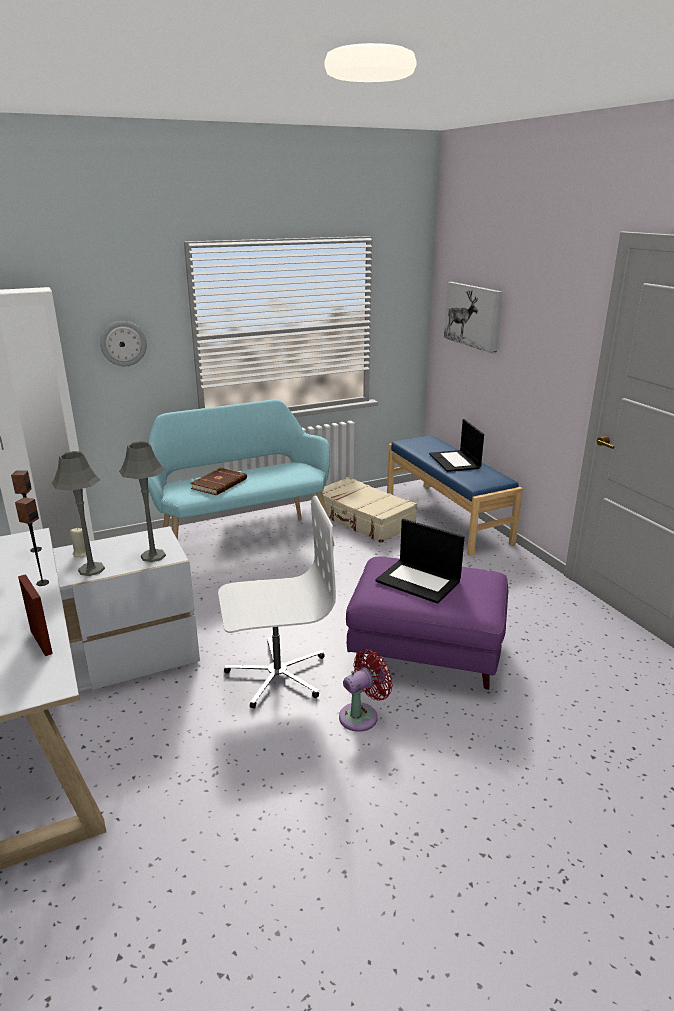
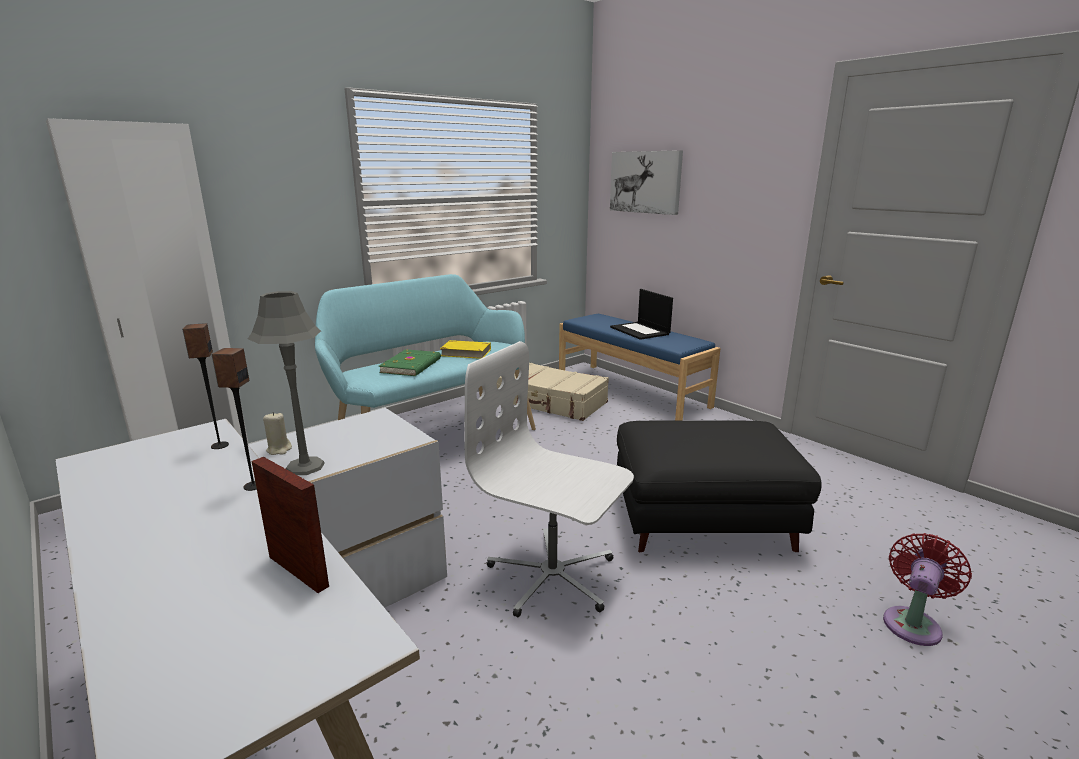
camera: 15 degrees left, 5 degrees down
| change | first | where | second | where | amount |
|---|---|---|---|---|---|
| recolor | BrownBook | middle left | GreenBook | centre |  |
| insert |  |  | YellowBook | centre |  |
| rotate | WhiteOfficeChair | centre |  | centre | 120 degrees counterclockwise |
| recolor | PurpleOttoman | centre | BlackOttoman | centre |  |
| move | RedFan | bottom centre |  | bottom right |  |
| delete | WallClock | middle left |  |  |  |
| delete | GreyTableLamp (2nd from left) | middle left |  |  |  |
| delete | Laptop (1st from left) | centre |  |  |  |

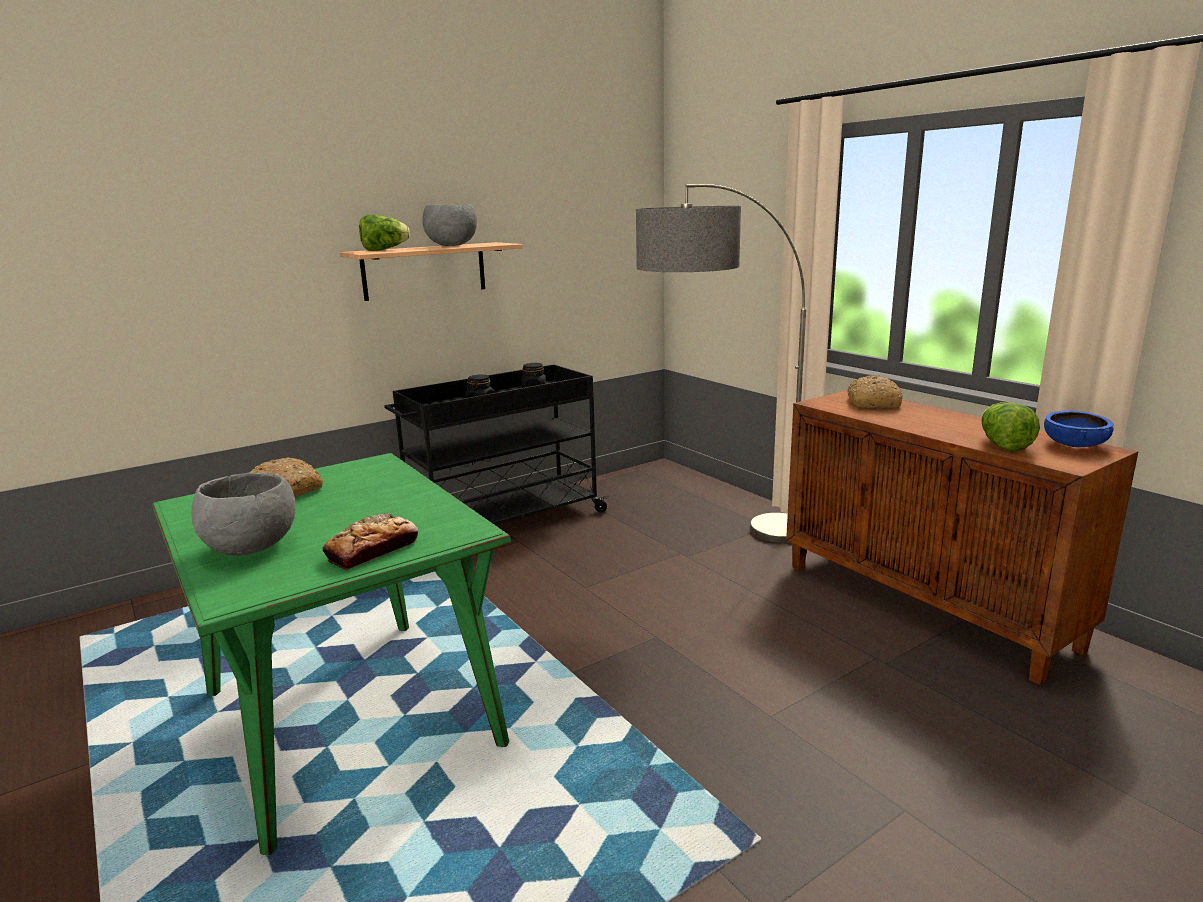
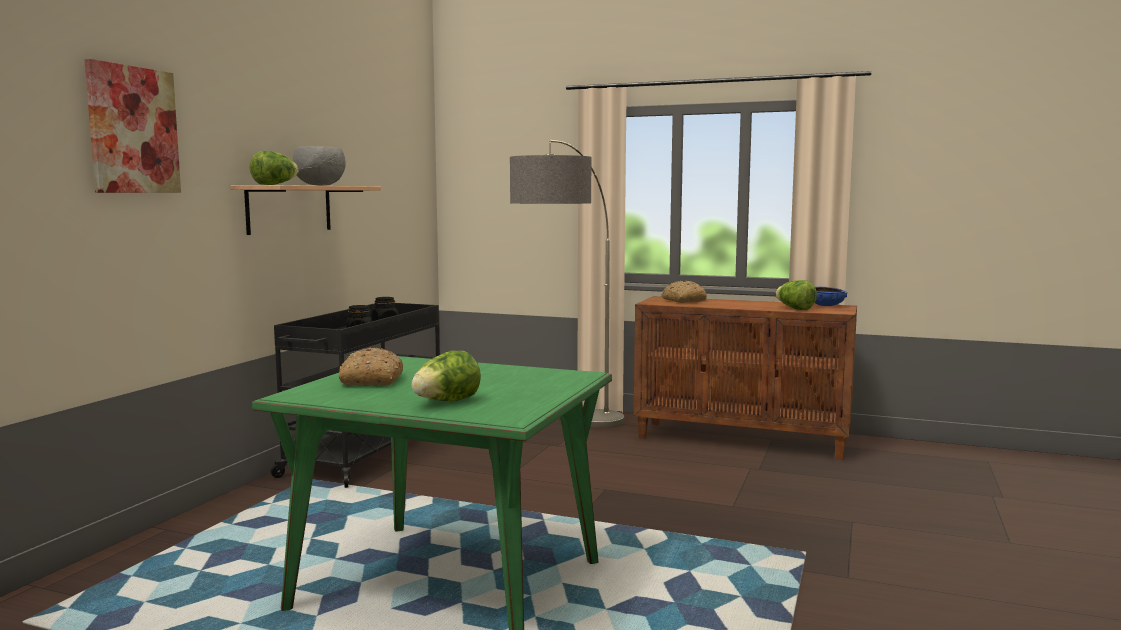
camera: 35 degrees left, 10 degrees down
| change | first | where | second | where | amount |
|---|---|---|---|---|---|
| insert |  |  | Picture | top left |  |
| replace | GreyBowl (1st from left) | middle left | Lettuce (2nd from left) | centre |  |
| delete | Bread (2nd from left) | middle left |  |  |  |

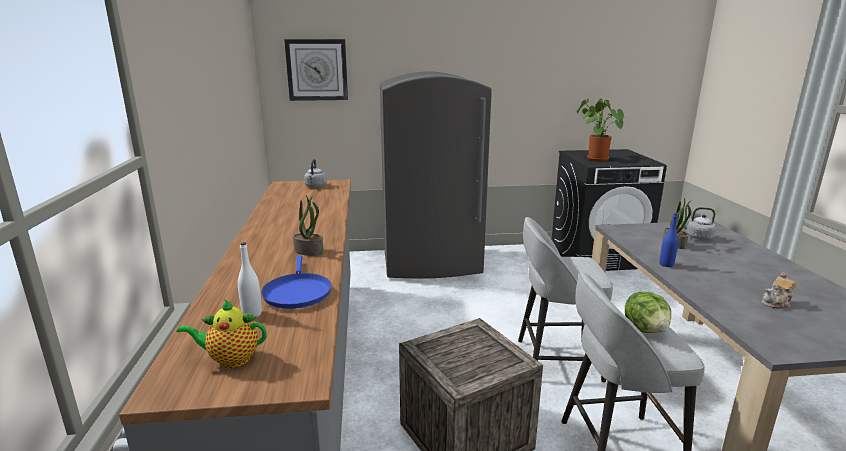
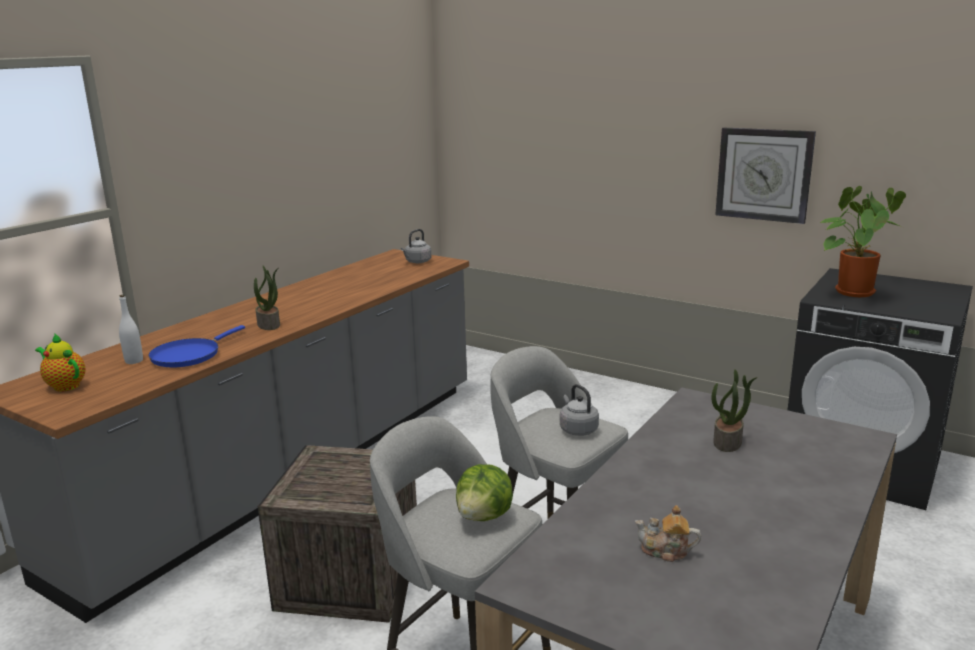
camera: 40 degrees right, 0 degrees up
| change | first | where | second | where | amount |
|---|---|---|---|---|---|
| move | GreyKettle (2nd from left) | middle right |  | centre |  |
| move | WallClock | top centre |  | top right |  |
| delete | GreyFridge | centre |  |  |  |
| delete | BlueBottle | middle right |  |  |  |

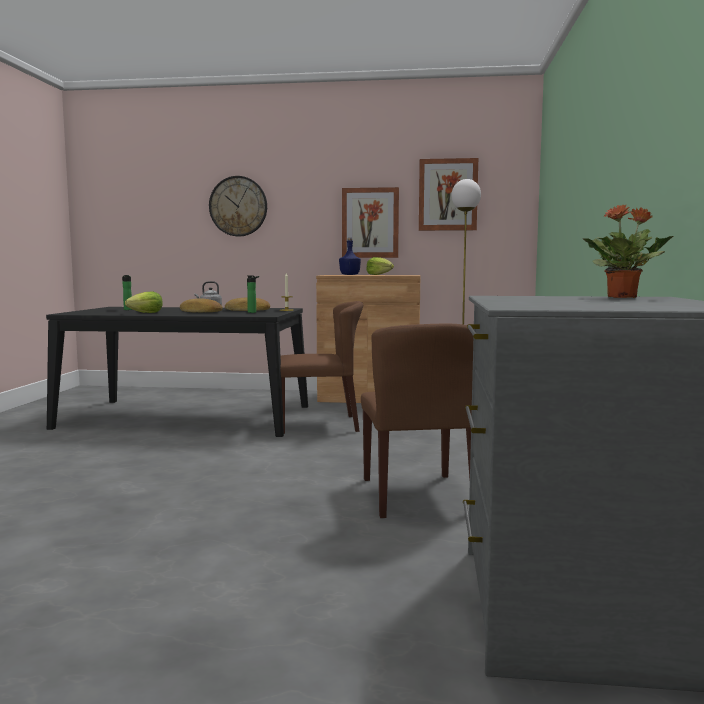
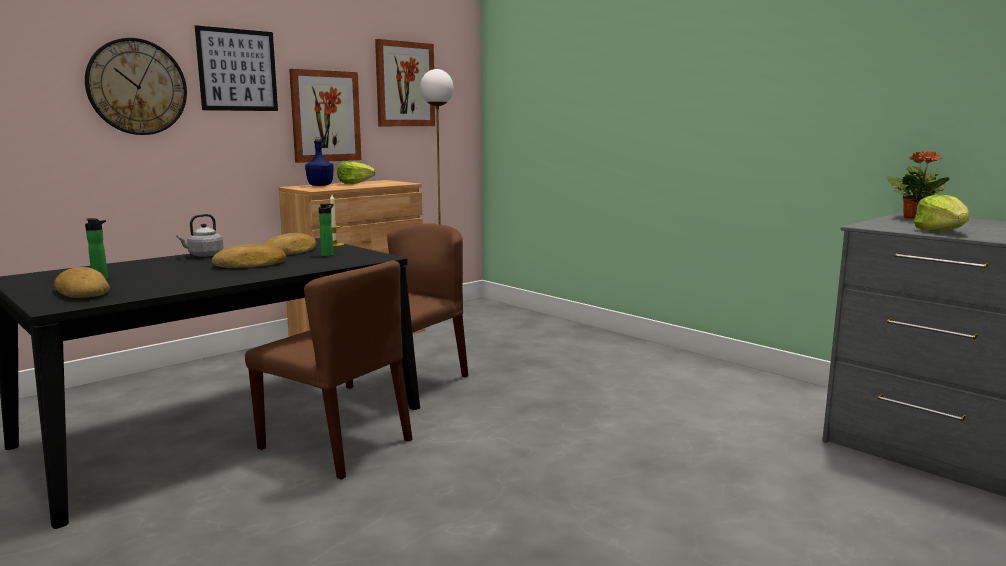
camera: 50 degrees left, 5 degrees up
| change | first | where | second | where | amount |
|---|---|---|---|---|---|
| insert |  |  | Bread (1st from left) | middle left |  |
| insert |  |  | Picture (1st from left) | top left |  |
| move | BrownChair (2nd from left in the first image) | centre | BrownChair (1st from left) | middle left |  |
| move | Lettuce (1st from left in the first image) | middle left | Lettuce (2nd from left) | middle right |  |

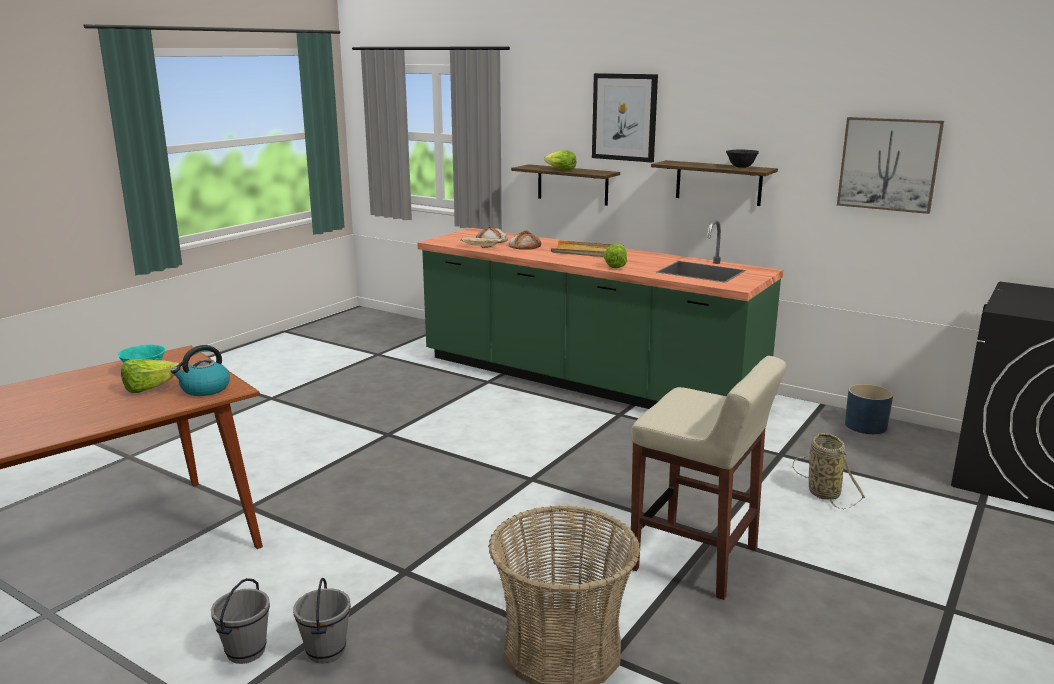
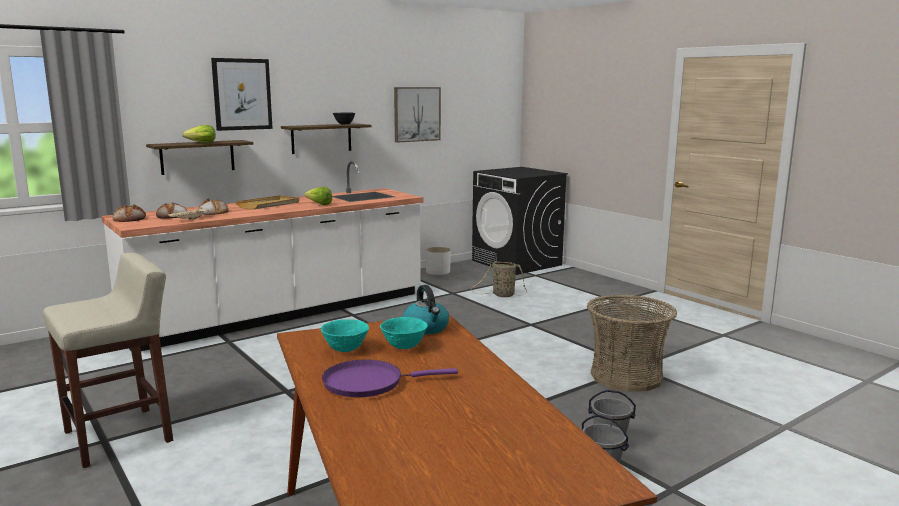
camera: 70 degrees left, 5 degrees down
| change | first | where | second | where | amount |
|---|---|---|---|---|---|
| move | BeigeStool | bottom right |  | bottom left |  |
| recolor | GreenCounter | centre | WhiteCounter | middle left |  |
| insert |  |  | Bread (1st from left) | middle left |  |
| insert |  |  | PurpleFryingPan | bottom centre |  |
| replace | Lettuce (1st from left) | middle left | TurquoiseBowl (2nd from left) | centre |  |
| recolor | BluePlanter | middle right | WhitePlanter | centre |  |

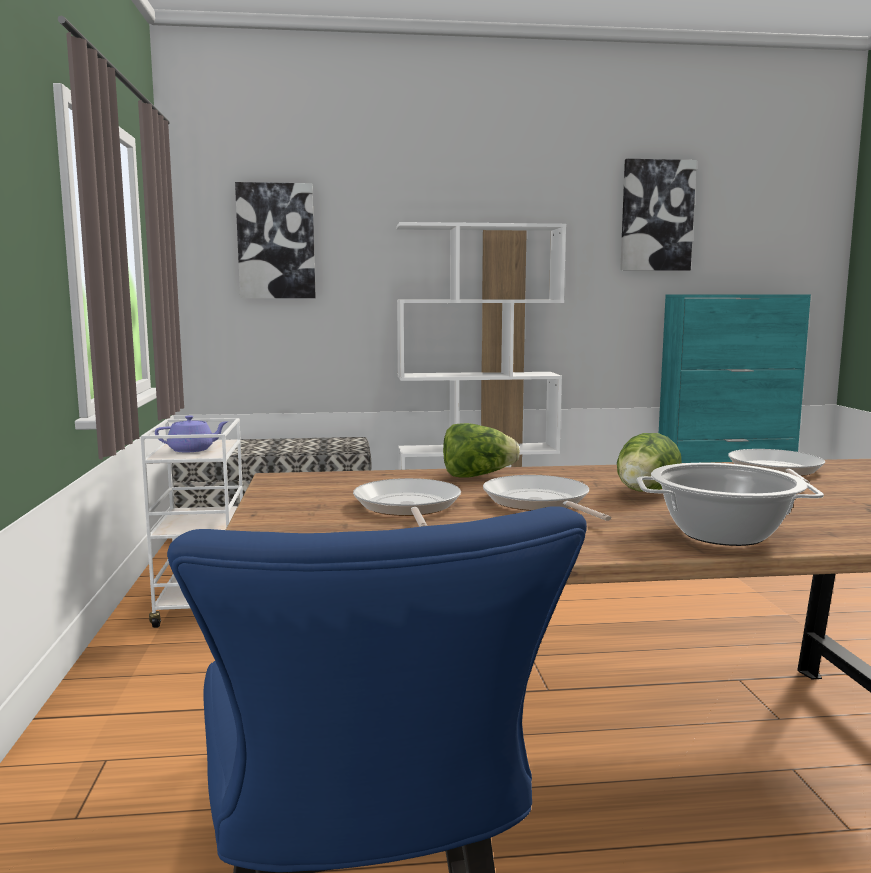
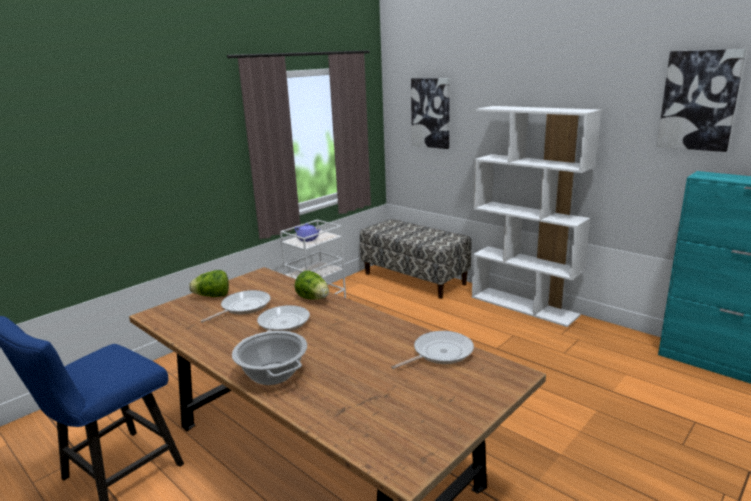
camera: 50 degrees right, 10 degrees up
| change | first | where | second | where | amount |
|---|---|---|---|---|---|
| move | Lettuce (2nd from left in the first image) | middle right | Lettuce (1st from left) | middle left |  |

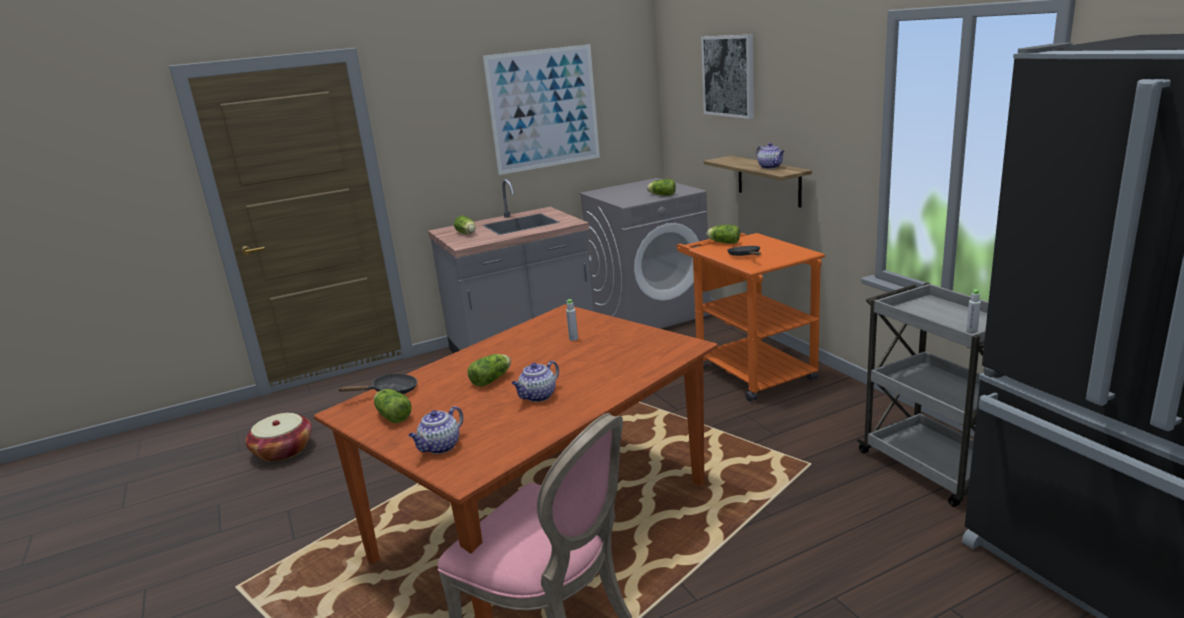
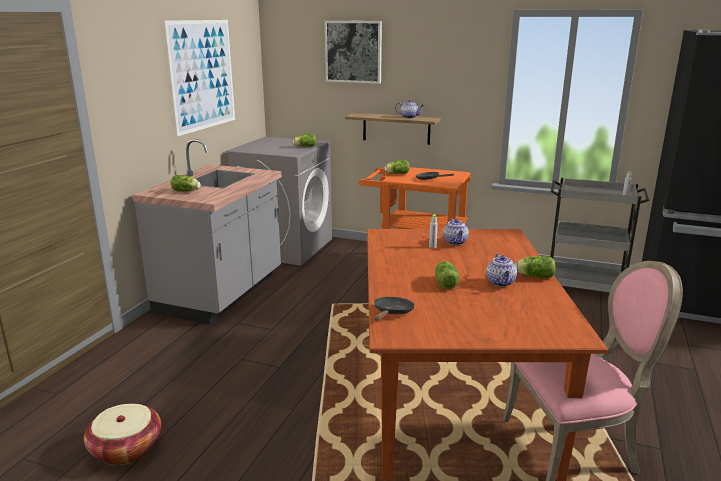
camera: 45 degrees left, 0 degrees up
| change | first | where | second | where | amount |
|---|---|---|---|---|---|
| move | Teapot (1st from left in the first image) | bottom centre | Teapot (2nd from left) | centre |  |
| move | Lettuce (1st from left in the first image) | middle left | Lettuce (5th from left) | middle right |  |

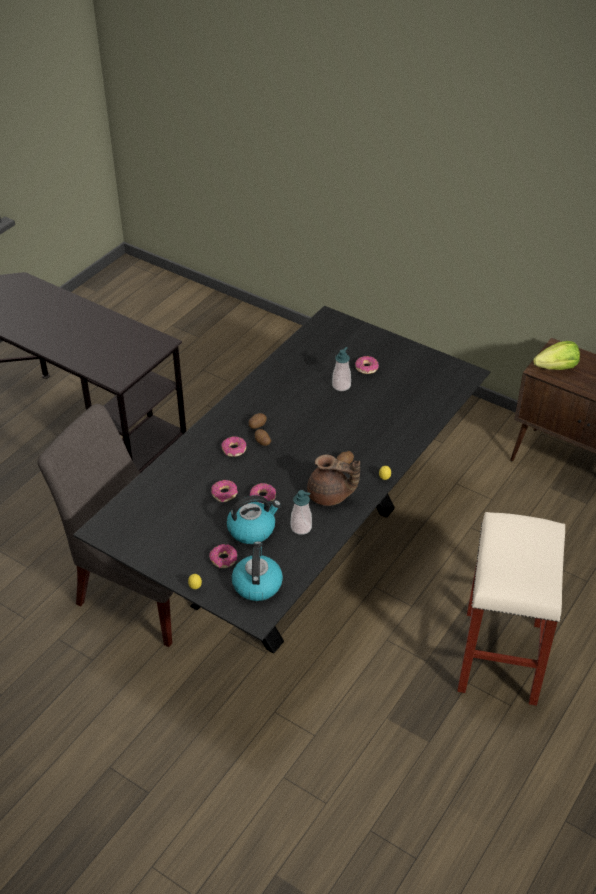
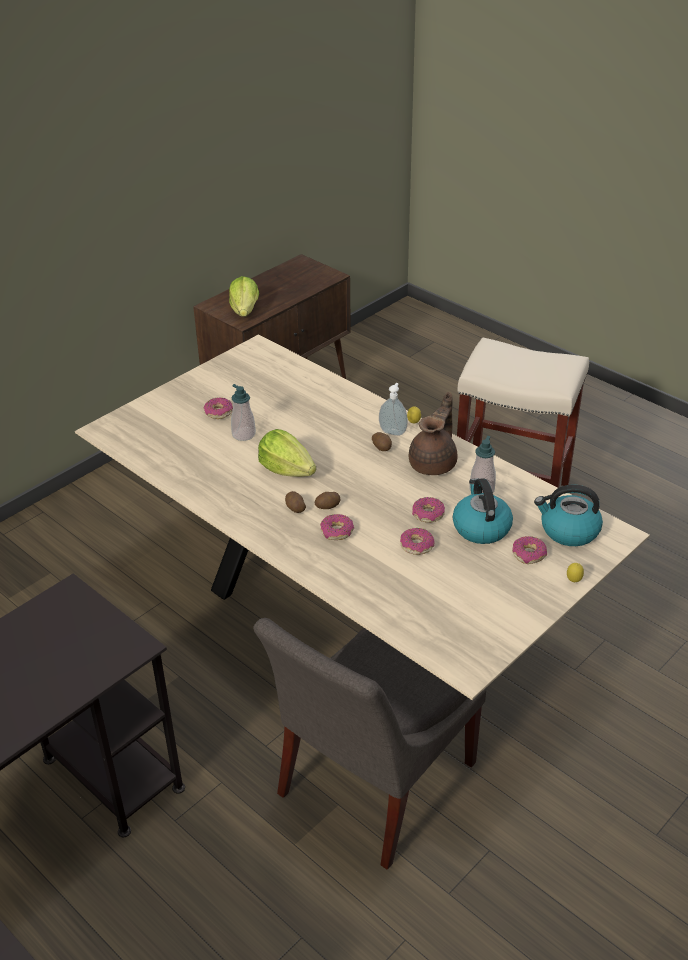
camera: 80 degrees left, 5 degrees down
| change | first | where | second | where | amount |
|---|---|---|---|---|---|
| recolor | BlackDiningTable | centre | BeigeDiningTable | centre |  |
| insert |  |  | Lettuce (2nd from left) | centre |  |
| insert |  |  | SoapDispenser (2nd from left) | centre |  |

